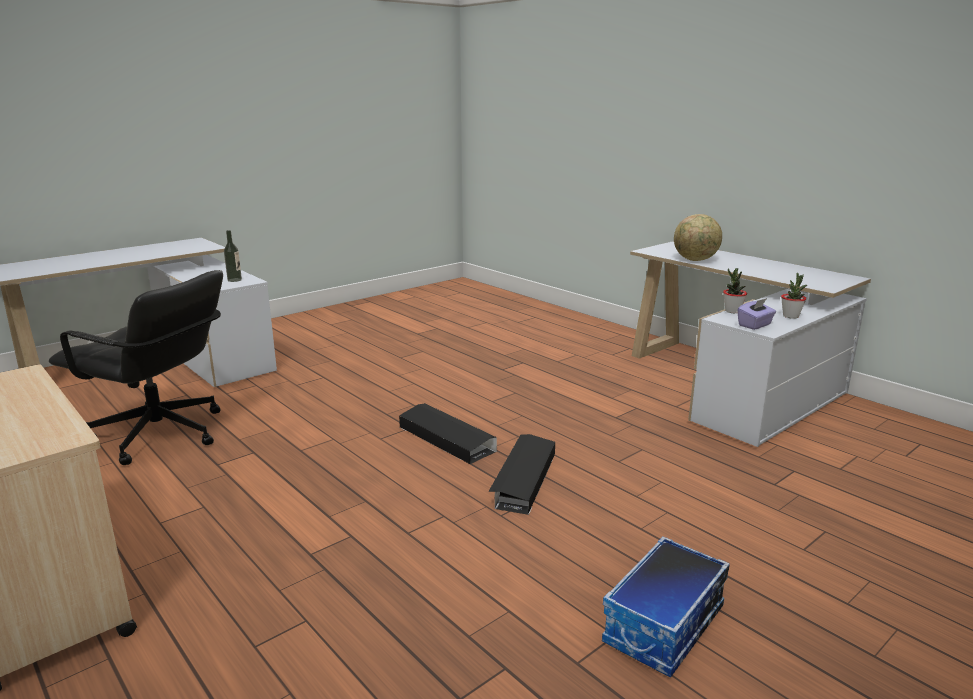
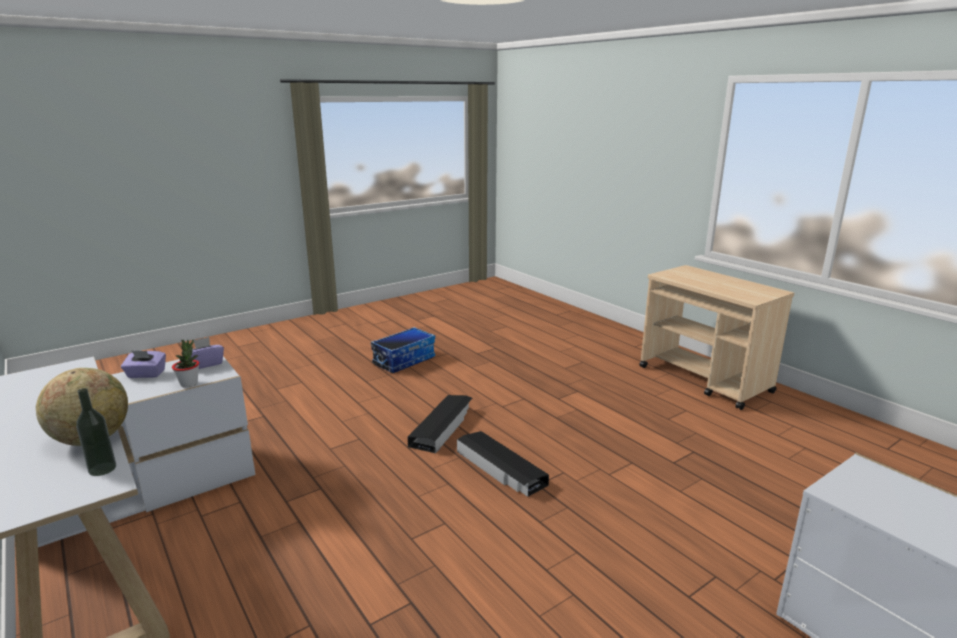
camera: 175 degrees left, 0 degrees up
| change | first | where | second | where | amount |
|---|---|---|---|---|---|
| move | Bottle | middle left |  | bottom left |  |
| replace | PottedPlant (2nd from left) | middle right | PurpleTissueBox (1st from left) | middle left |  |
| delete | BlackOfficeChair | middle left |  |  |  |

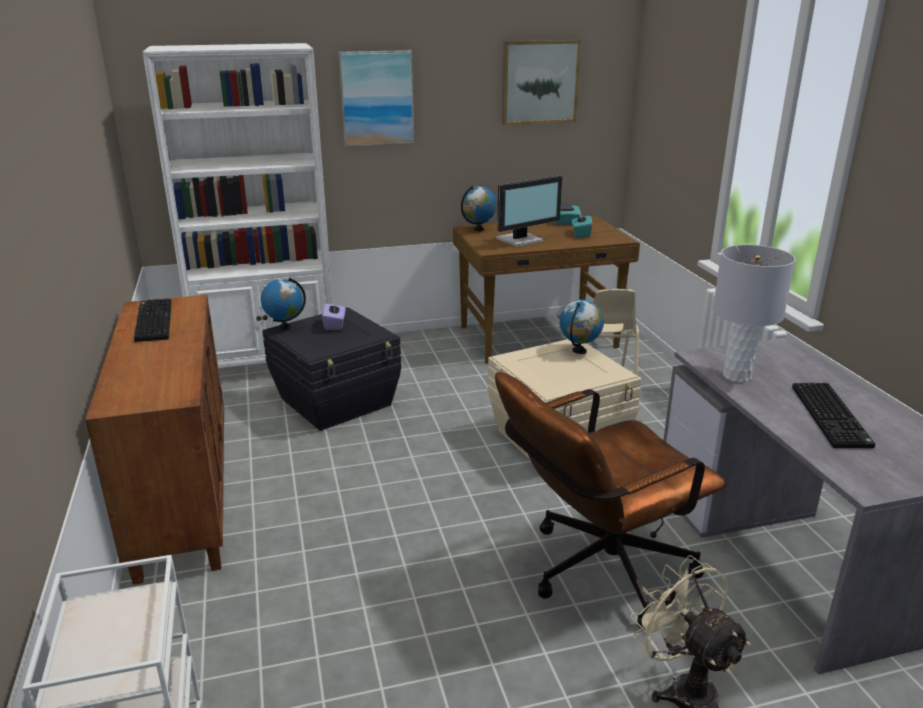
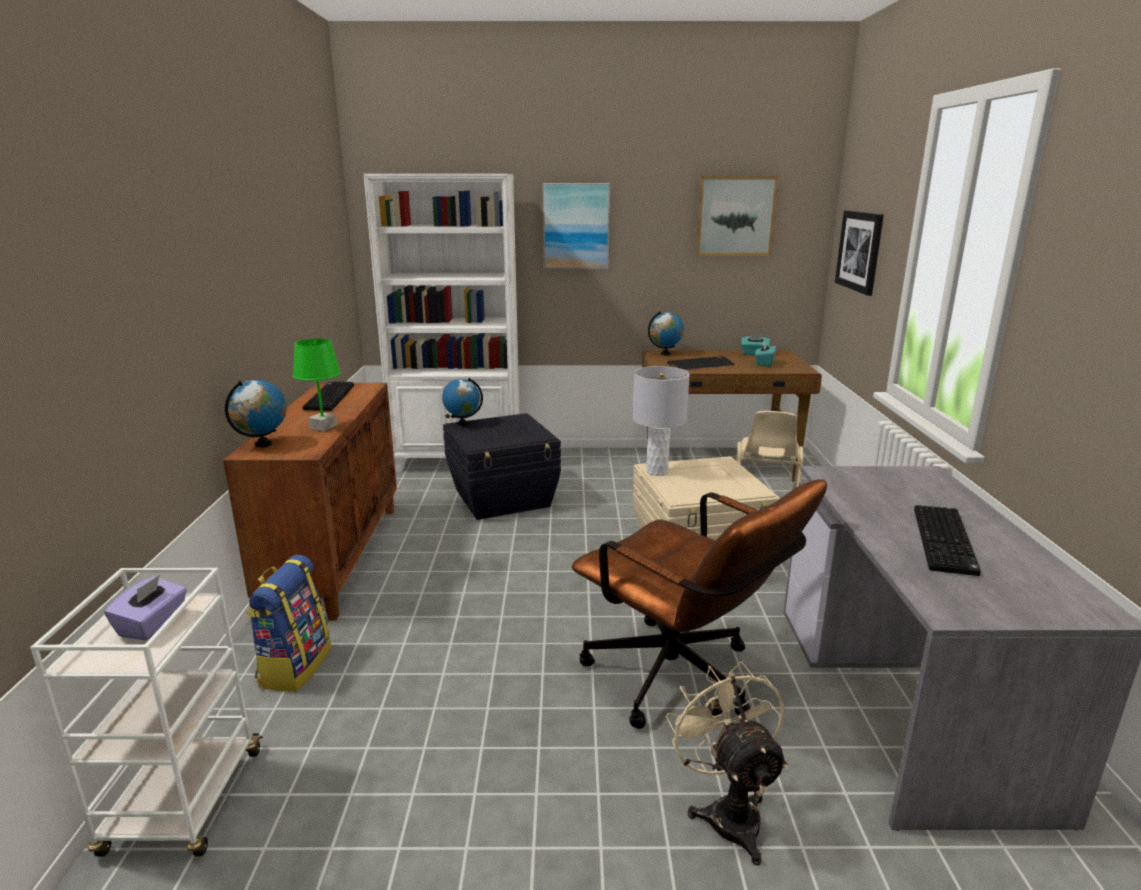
camera: 15 degrees right, 5 degrees down
| change | first | where | second | where | amount |
|---|---|---|---|---|---|
| move | PurpleTissueBox | centre |  | bottom left |  |
| move | Globe (3rd from left in the first image) | centre | Globe (1st from left) | middle left |  |
| insert |  |  | Backpack | bottom left |  |
| insert |  |  | GreenTableLamp | middle left |  |
| rotate | BrownOfficeChair | bottom centre |  | bottom centre | 120 degrees counterclockwise |
| move | GreyTableLamp | middle right |  | centre |  |
| replace | Monitor | top centre | Keyboard (2nd from left) | centre |  |
| insert |  |  | Picture (3rd from left) | top right |  |

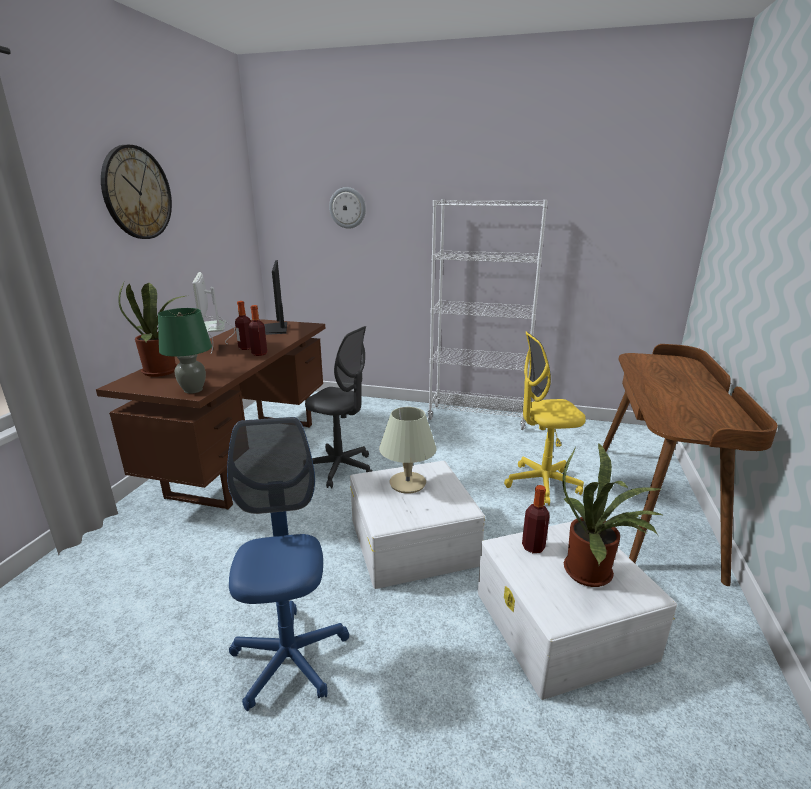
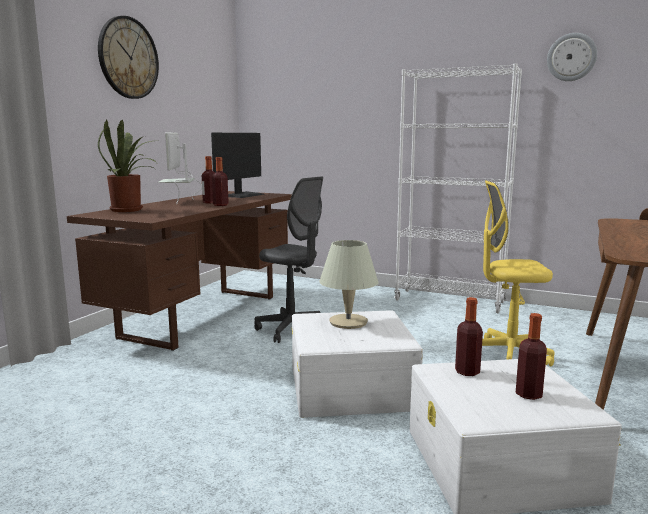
camera: 10 degrees right, 10 degrees down
| change | first | where | second | where | amount |
|---|---|---|---|---|---|
| rotate | Monitor (2nd from left) | centre |  | top centre | 150 degrees counterclockwise |
| replace | PottedPlant (2nd from left) | middle right | Bottle (4th from left) | bottom right |  |
| move | WallClock (2nd from left) | top centre |  | top right |  |
| delete | GreenTableLamp | middle left |  |  |  |
| delete | BlueOfficeChair | bottom centre |  |  |  |

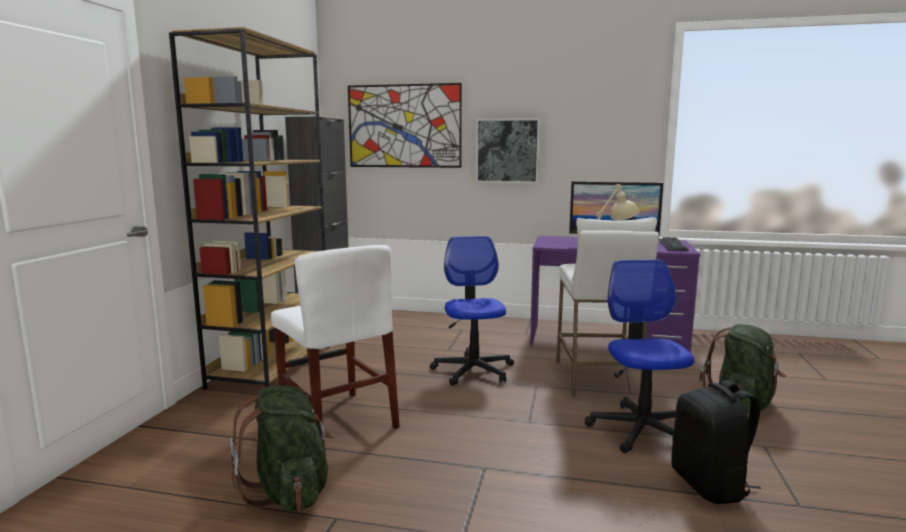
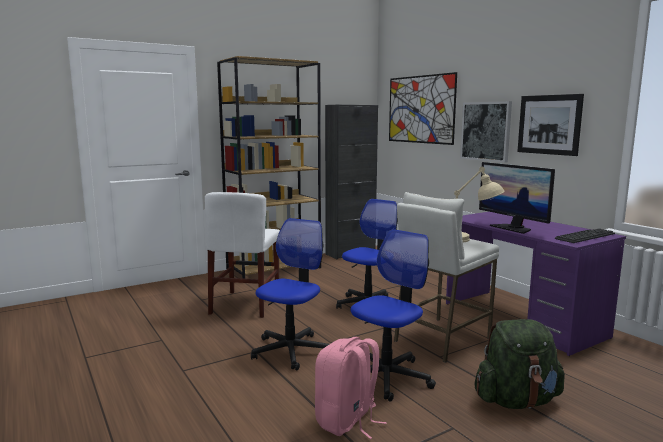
camera: 45 degrees right, 0 degrees up
| change | first | where | second | where | amount |
|---|---|---|---|---|---|
| insert |  |  | OfficeChair (1st from left) | centre |  |
| recolor | BlackBackpack | bottom right | PinkBackpack | bottom centre |  |
| insert |  |  | Picture (3rd from left) | top right |  |
| delete | GreenBackpack (1st from left) | bottom left |  |  |  |

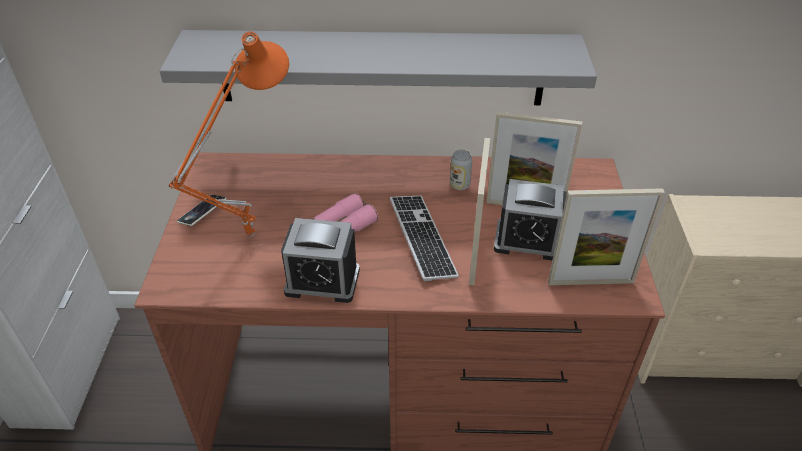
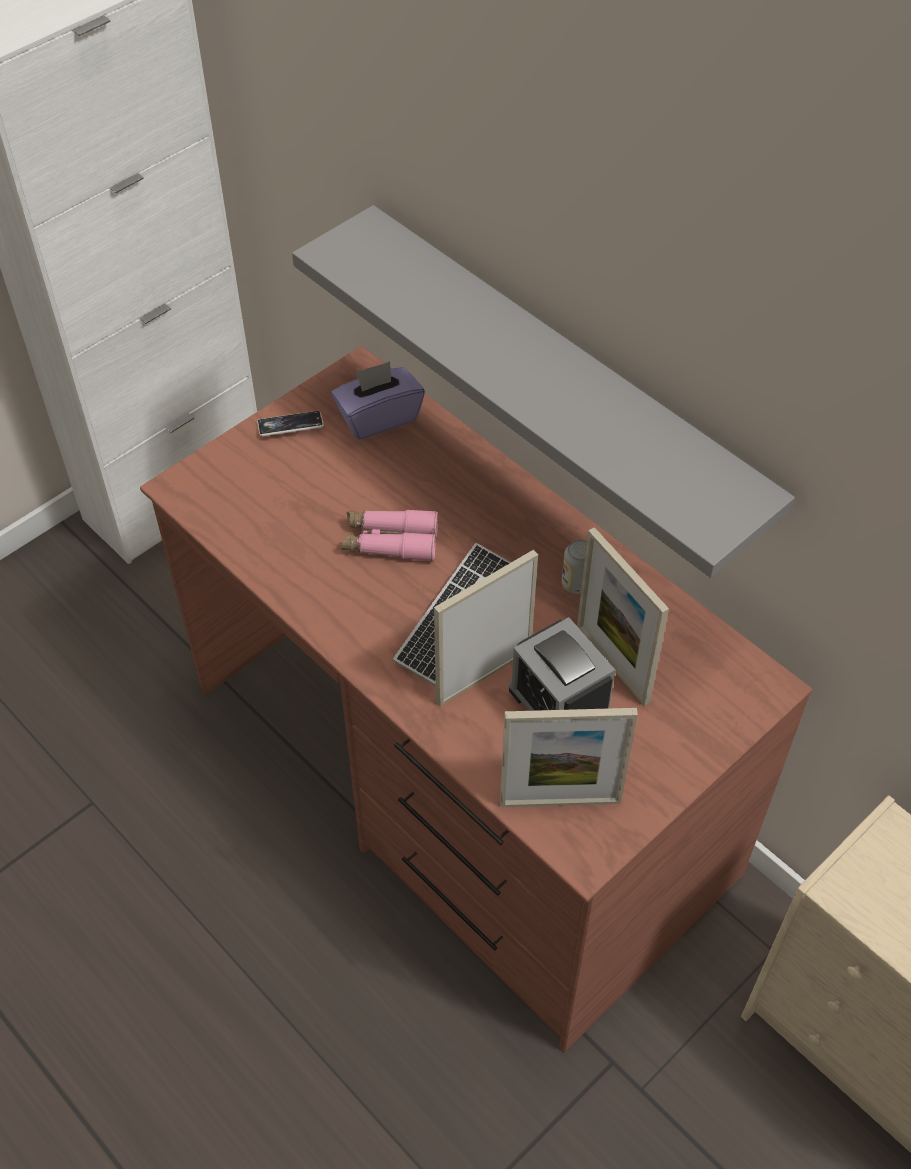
camera: 45 degrees right, 10 degrees up
| change | first | where | second | where | amount |
|---|---|---|---|---|---|
| insert |  |  | PurpleTissueBox | centre |  |
| rotate | PictureFrame (3rd from left in the first image) | middle right | PictureFrame (2nd from left) | centre | 45 degrees counterclockwise |
| delete | OrangeTableLamp | top left |  |  |  |
| delete | AlarmClock (1st from left) | centre |  |  |  |

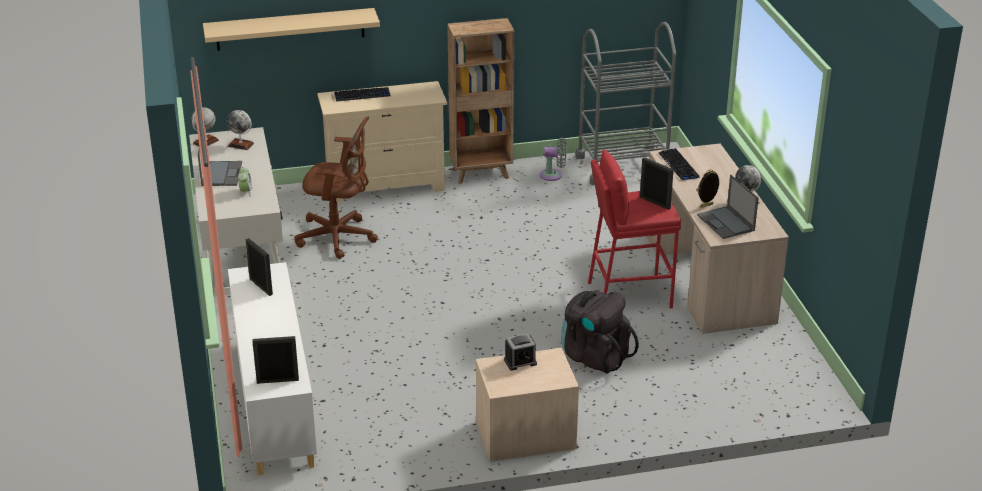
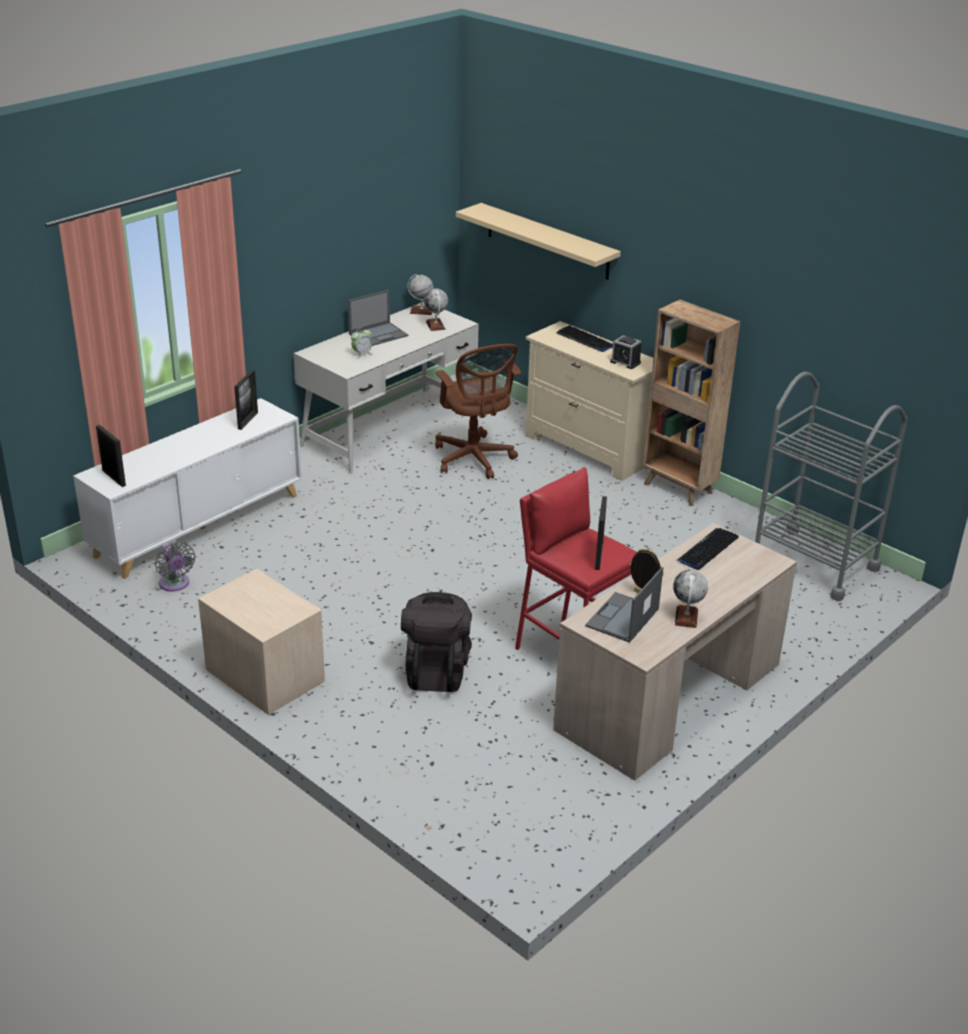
camera: 55 degrees right, 0 degrees up
| change | first | where | second | where | amount |
|---|---|---|---|---|---|
| move | GreyFan | top centre |  | middle left |  |
| move | AlarmClock (2nd from left) | bottom centre |  | centre |  |

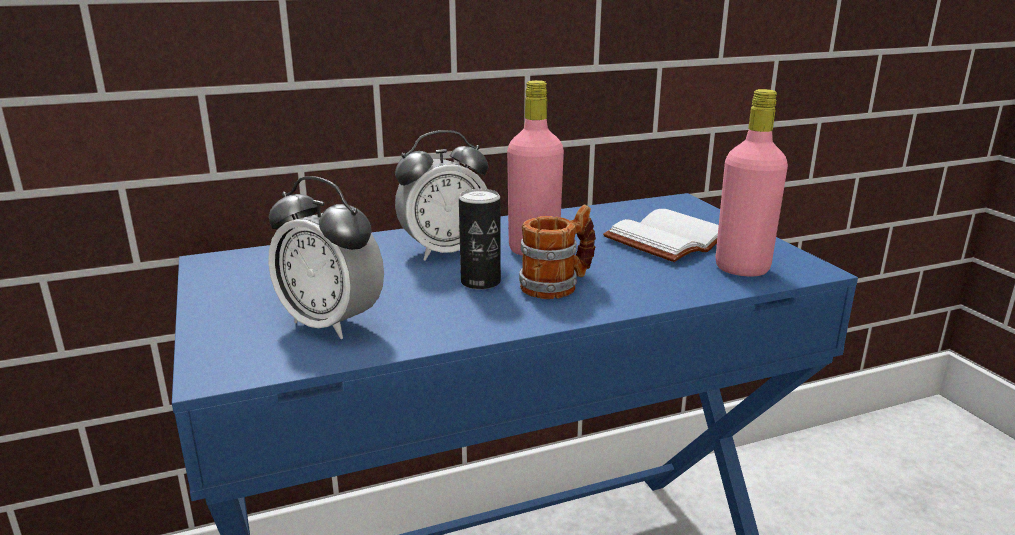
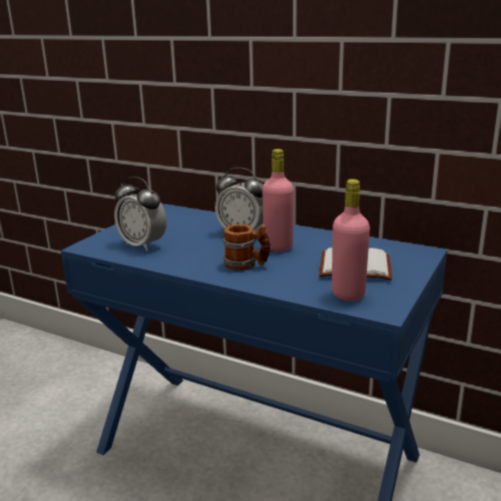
camera: 50 degrees right, 0 degrees up
| change | first | where | second | where | amount |
|---|---|---|---|---|---|
| rotate | AlarmClock (1st from left) | middle left |  | middle left | 45 degrees counterclockwise |
| delete | Can | centre |  |  |  |

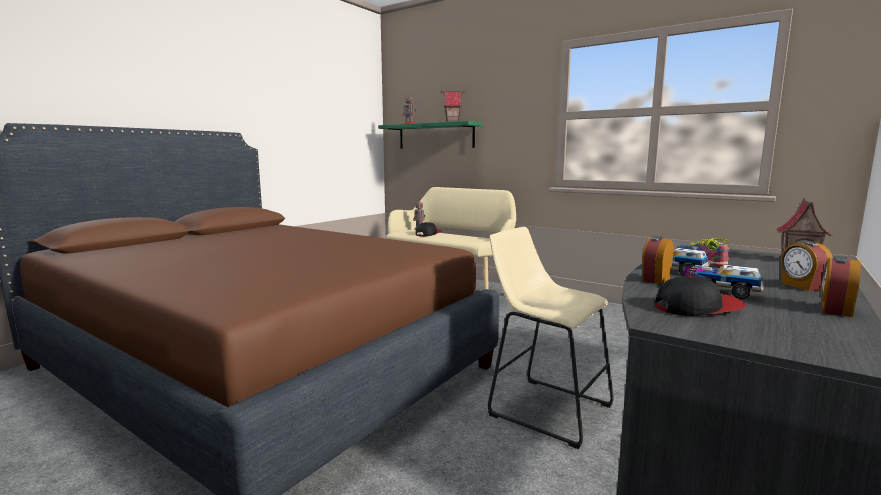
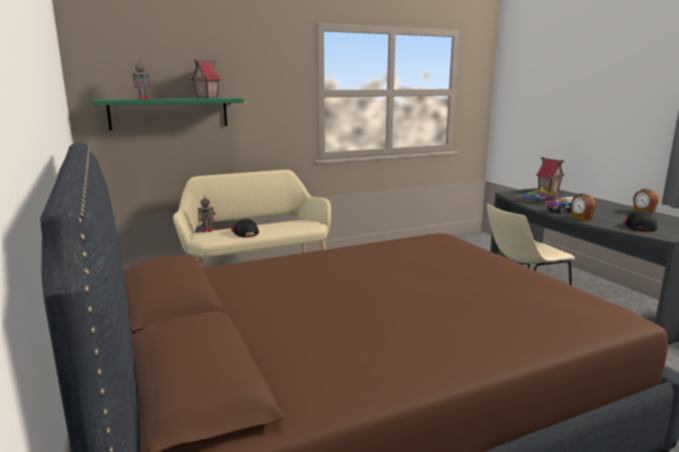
camera: 60 degrees left, 5 degrees up
| change | first | where | second | where | amount |
|---|---|---|---|---|---|
| delete | ToyTruck (2nd from left) | middle right |  |  |  |
| delete | AlarmClock (2nd from left) | middle right |  |  |  |

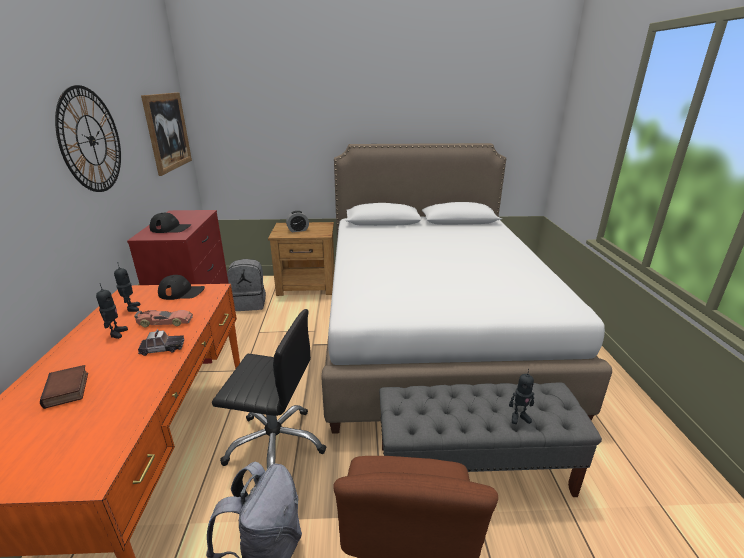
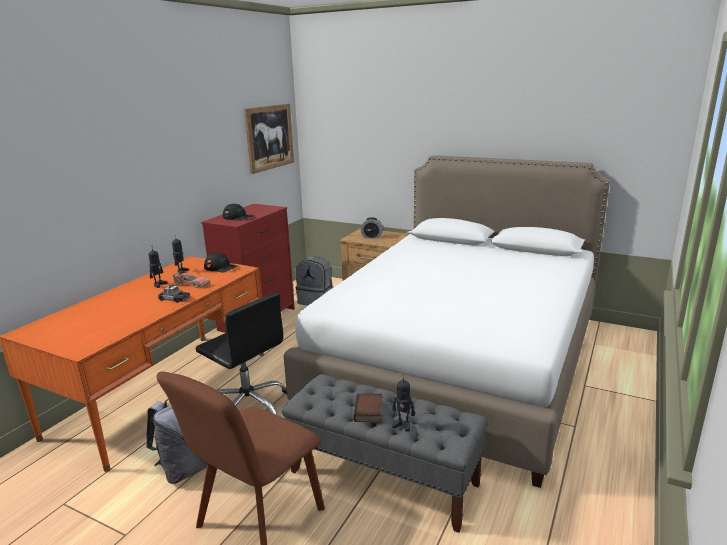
camera: 30 degrees right, 5 degrees down
| change | first | where | second | where | amount |
|---|---|---|---|---|---|
| move | Book | bottom left |  | bottom centre |  |
| delete | WallClock | top left |  |  |  |

